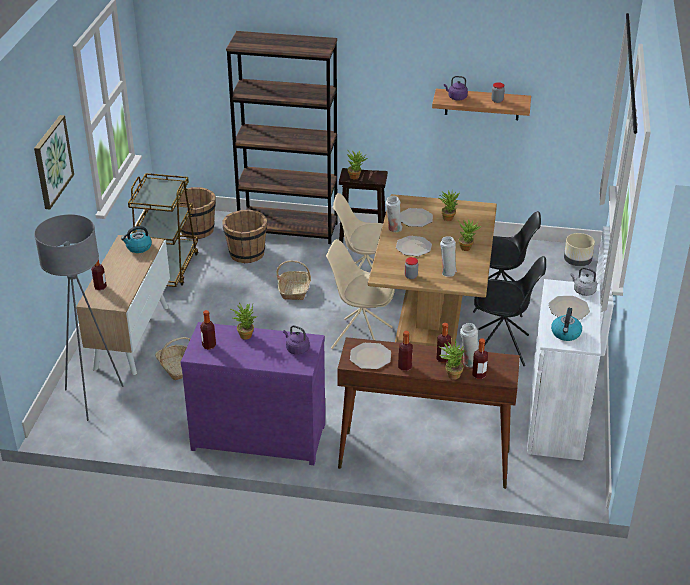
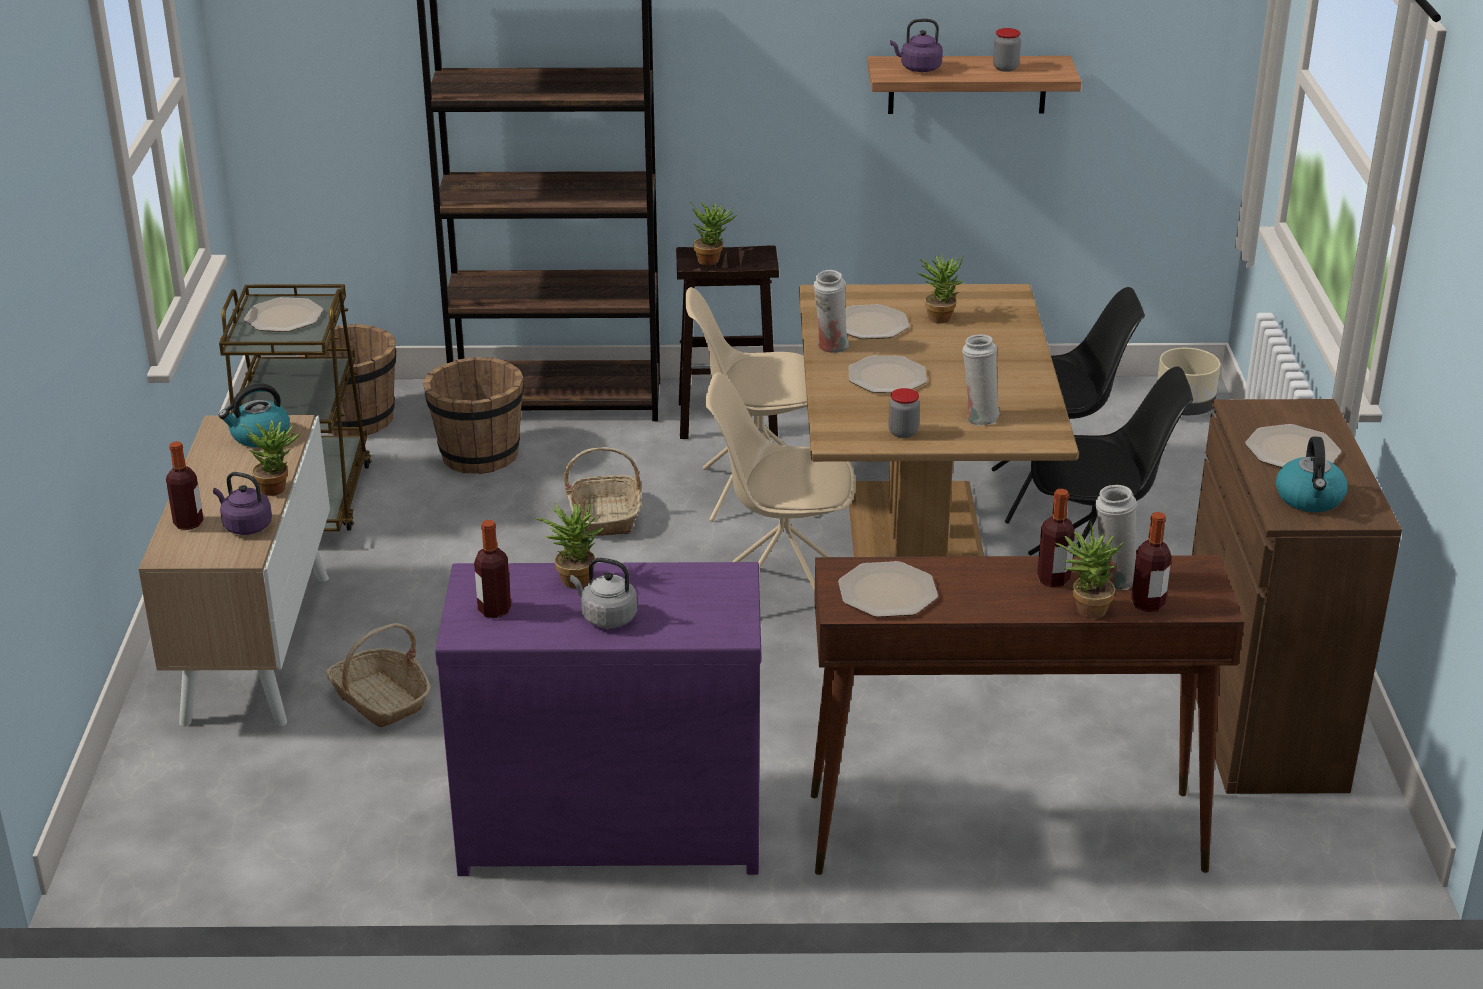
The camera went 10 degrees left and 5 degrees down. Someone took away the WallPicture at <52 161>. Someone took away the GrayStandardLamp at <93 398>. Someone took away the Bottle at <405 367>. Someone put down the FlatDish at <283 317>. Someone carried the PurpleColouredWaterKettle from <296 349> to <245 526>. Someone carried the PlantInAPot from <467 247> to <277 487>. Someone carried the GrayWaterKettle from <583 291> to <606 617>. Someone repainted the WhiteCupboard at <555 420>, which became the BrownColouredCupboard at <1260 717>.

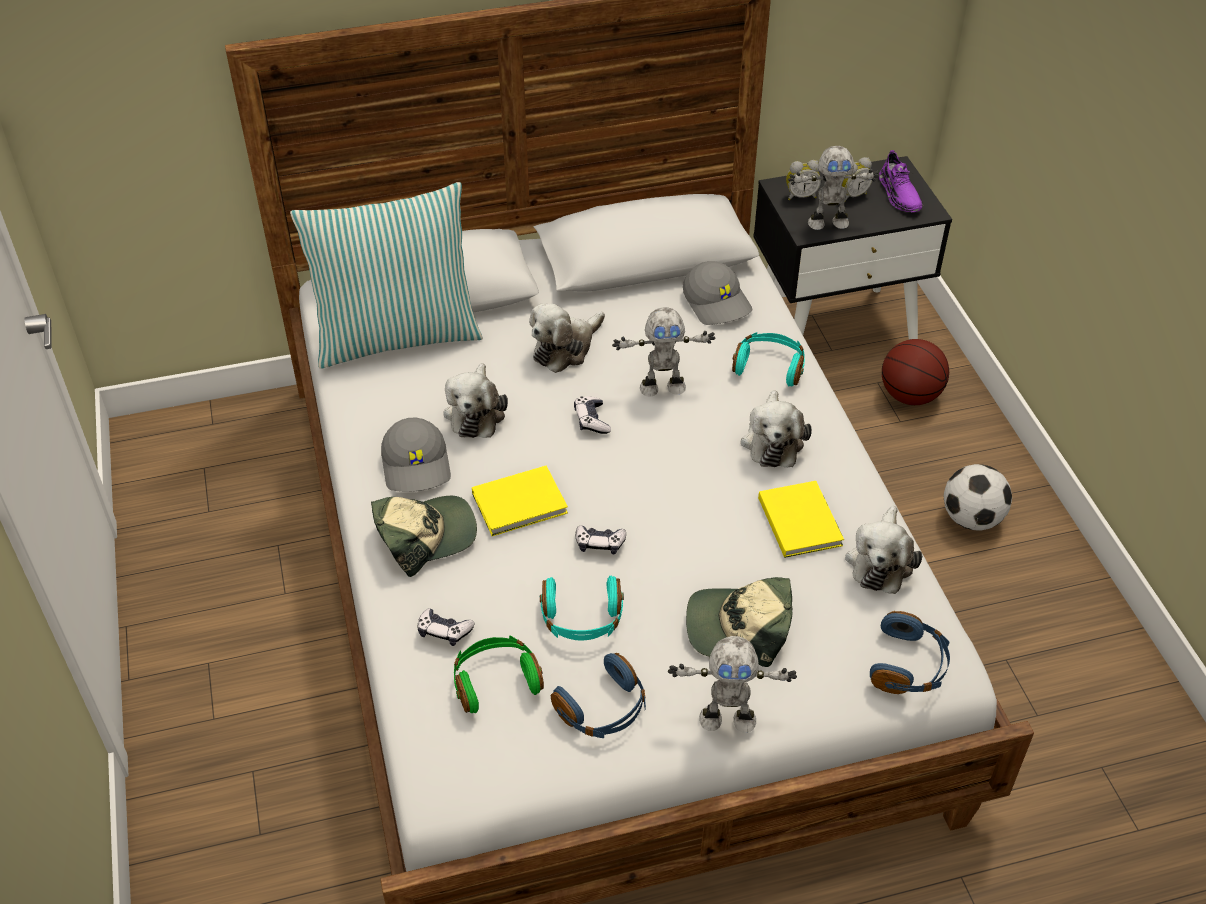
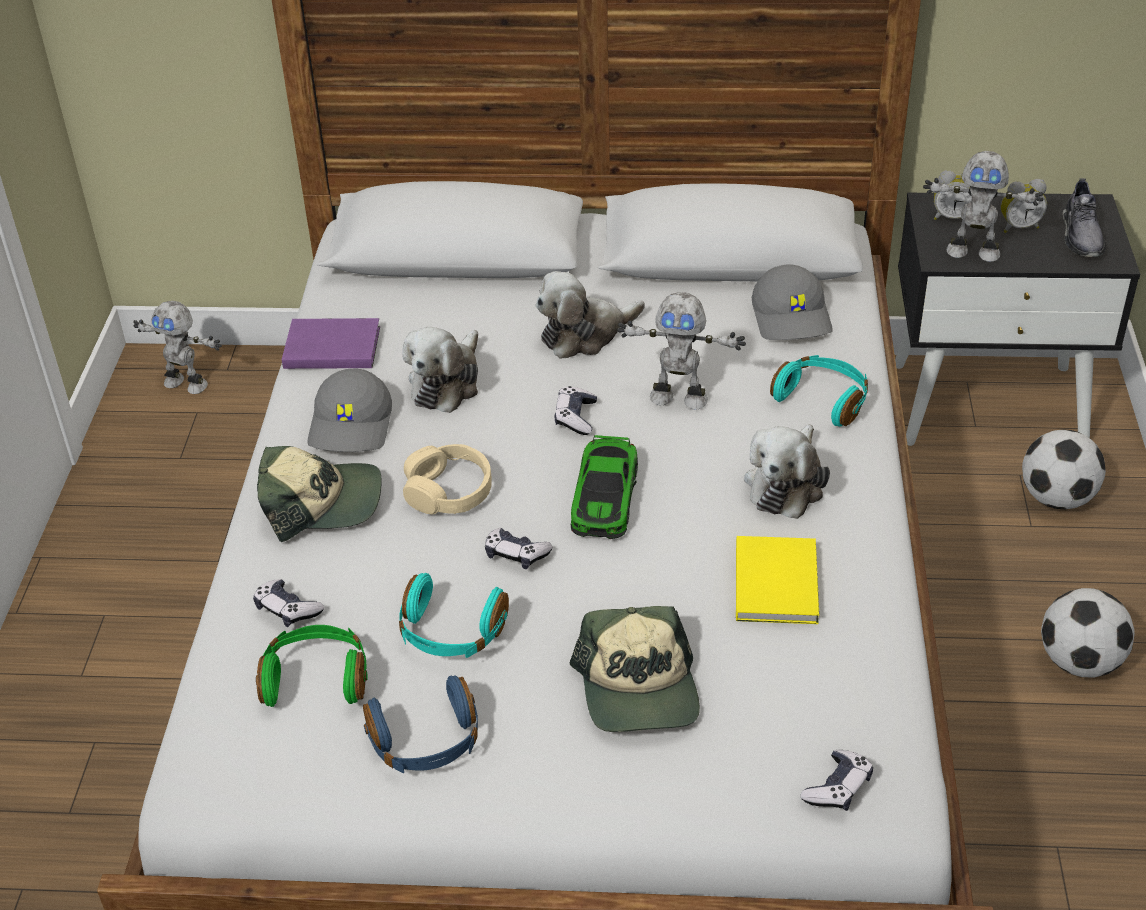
The camera went 20 degrees right and 5 degrees down. Someone took away the ThrowPillow at <397 335>. Someone took away the CuddlyToy at <880 560>. Someone put down the PurpleColouredBook at <330 346>. Someone put down the ToyCar at <605 497>. Someone carried the ModelRobot from <727 718> to <187 383>. Someone swapped the YellowColouredBook at <522 504> for the SandColouredPairOfHeadphones at <448 491>. Someone swapped the BlueColouredPairOfHeadphones at <909 666> for the Gamepad at <837 788>. Someone swapped the Basketball at <910 396> for the FootballBall at <1056 498>. Someone repainted the PurpleColouredLowShoe at <899 194>, which became the GrayLowShoe at <1081 235>. Someone rotated the PeakedCap at <739 627> by 120 degrees counterclockwise.

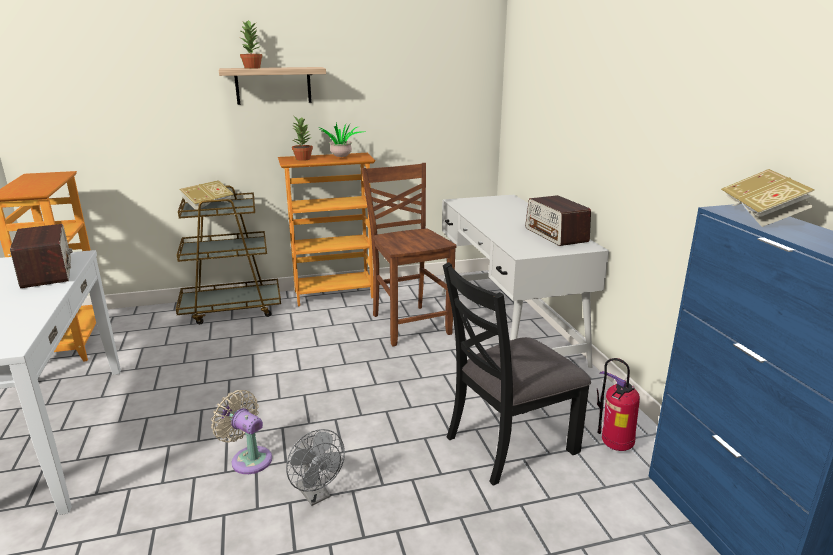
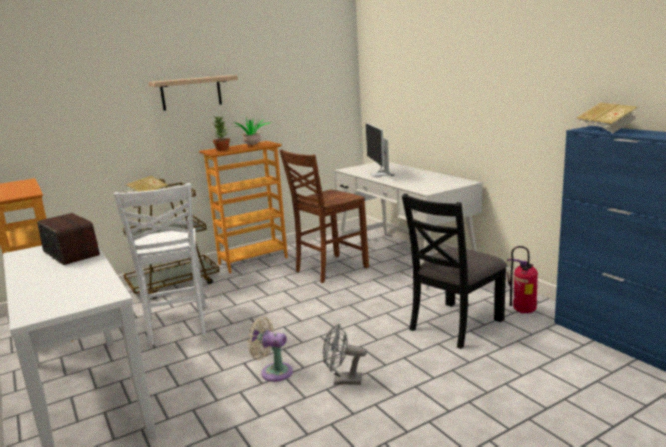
The camera went 15 degrees left and 5 degrees down. Someone took away the PlantInAPot at <253 68>. Someone took away the RadioReceiver at <556 235>. Someone put down the WhitePlainChair at <176 326>. Someone put down the ComputerDisplay at <380 173>. Someone rotated the GrayFan at <316 495> by 150 degrees clockwise. Someone rotated the BrownColouredPlainChair at <409 324> by 90 degrees counterclockwise.

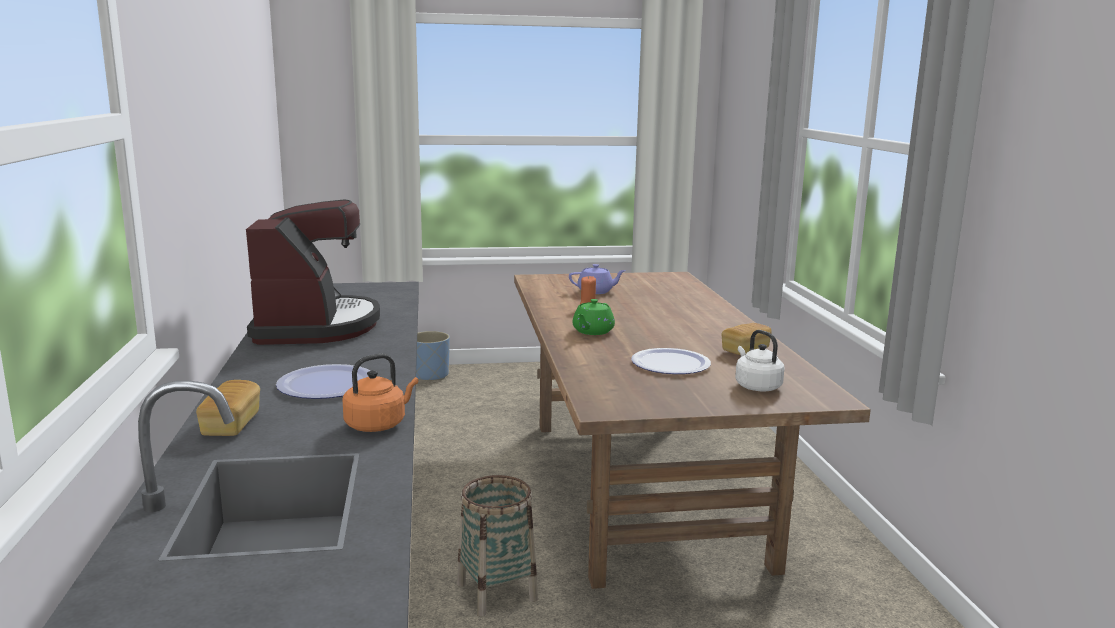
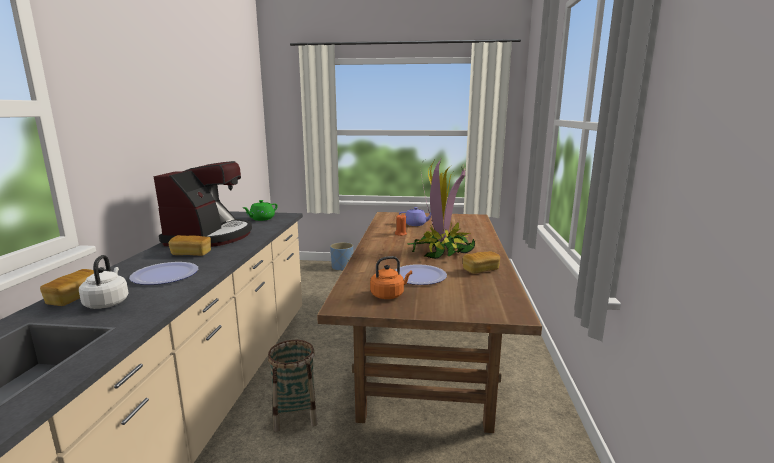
The camera went 15 degrees right and 0 degrees up. Someone put down the BakeryBread at <191 254>. Someone put down the PlantInAPot at <441 251>. Someone carried the OrangeColouredWaterKettle from <378 424> to <389 295>. Someone carried the GreenishPotForTea from <592 331> to <261 219>. Someone carried the WhiteWaterKettle from <756 386> to <107 302>.

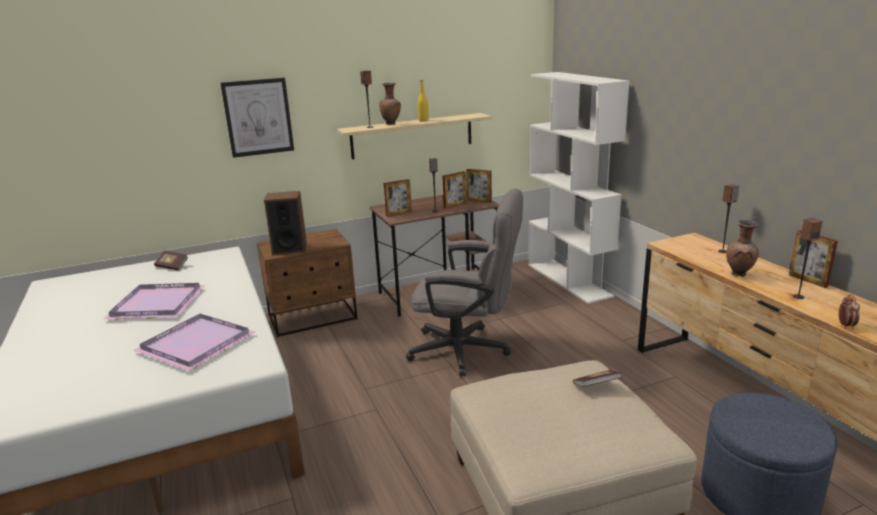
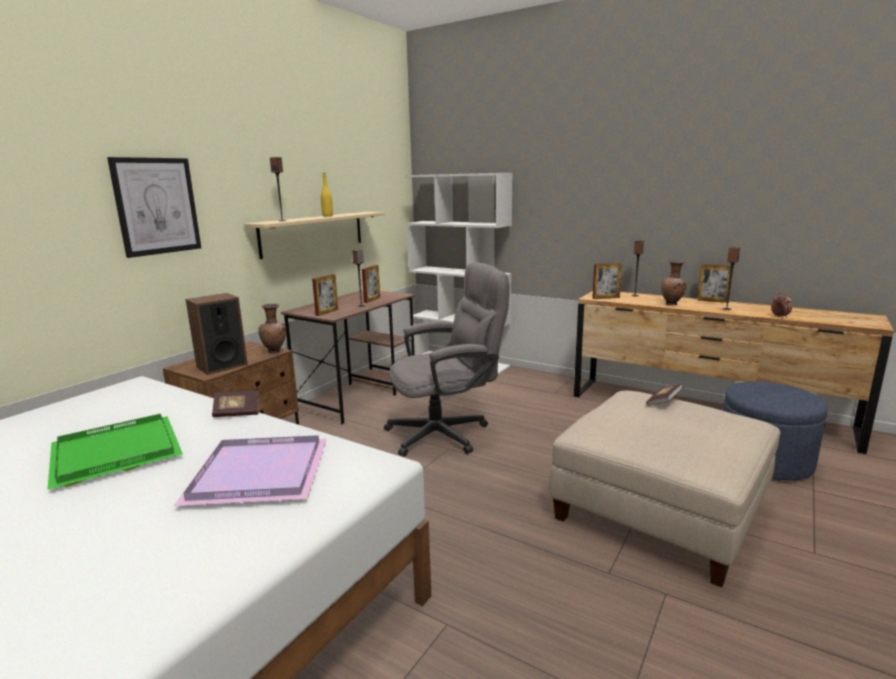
The camera went 35 degrees left and 5 degrees down. Someone carried the Book from <172 266> to <237 413>. Someone carried the BrownColouredFlowerVase from <391 124> to <275 352>. Someone carried the StandingFrame from <479 201> to <606 298>. Someone repainted the PurpleColouredCarryingTray at <159 303>, which became the GreenishCarryingTray at <118 451>.

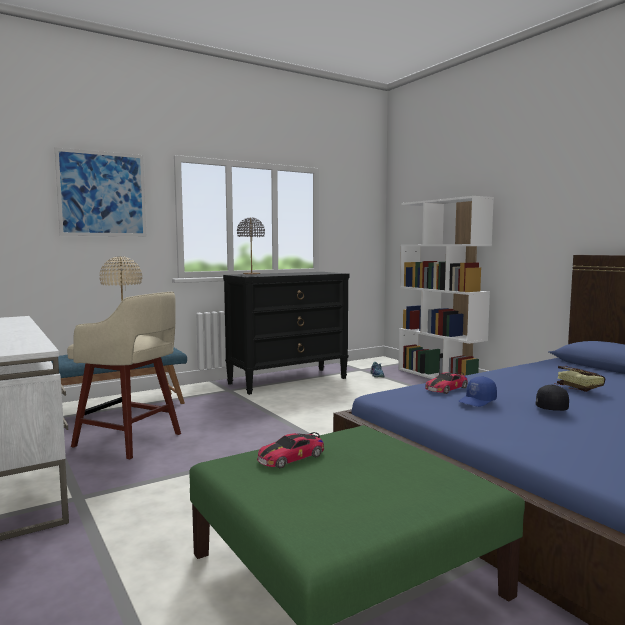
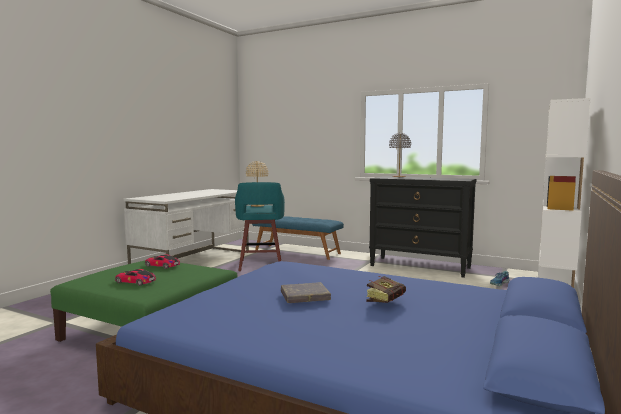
The camera went 60 degrees right and 0 degrees up. Someone took away the WallPicture at <102 194>. Someone took away the BlueColouredPeakedCap at <477 401>. Someone carried the ToyCar from <446 388> to <135 282>. Someone swapped the BlackColouredPeakedCap at <550 407> for the GrayBook at <305 296>. Someone repainted the SandColouredStoolSeat at <130 440>, which became the TurquoiseStoolSeat at <260 265>.

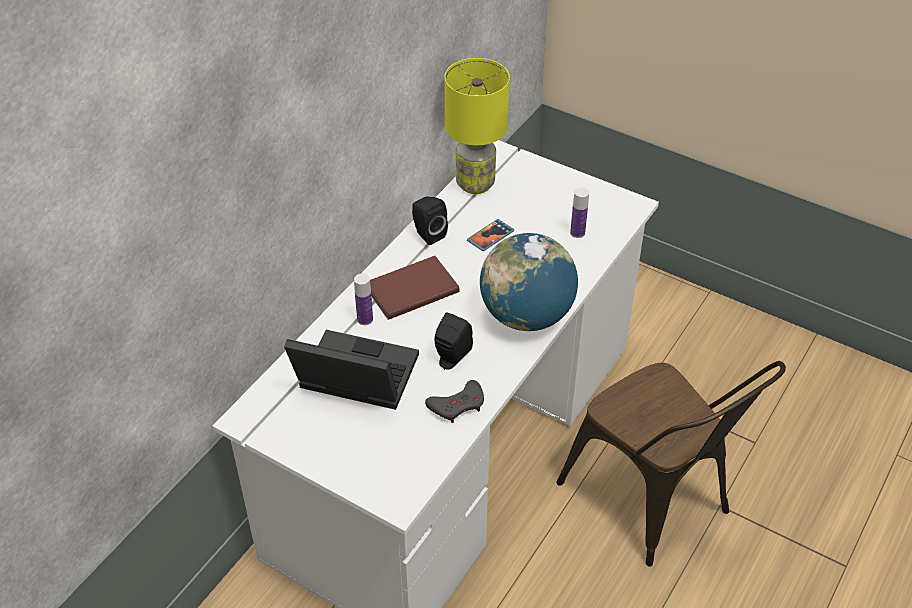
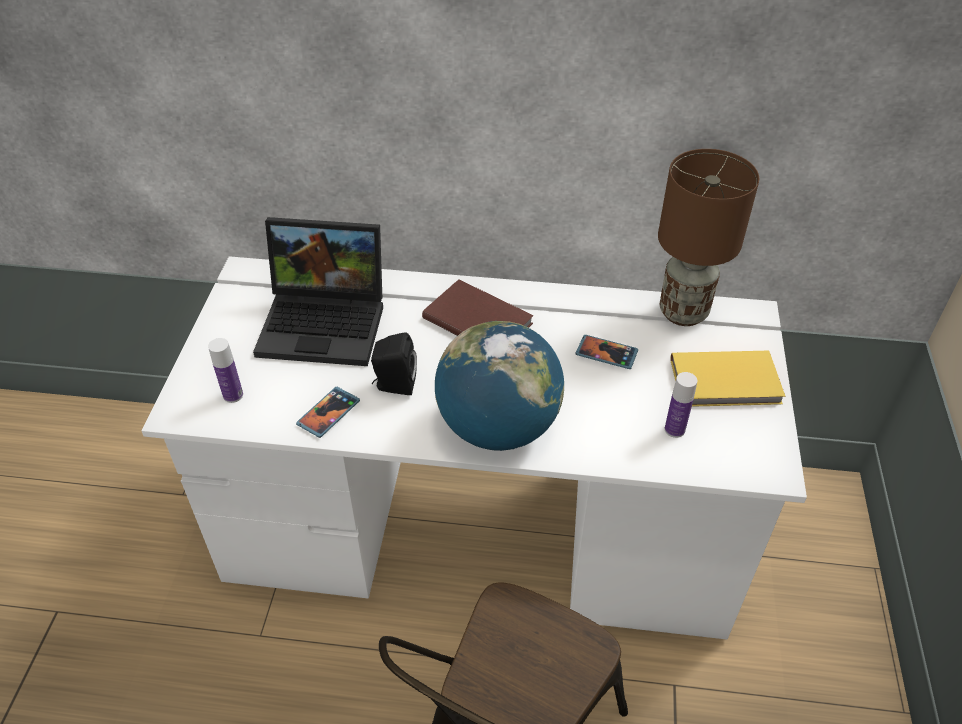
The camera went 65 degrees right and 0 degrees up. Someone took away the BlackColouredLoudspeaker at <427 234>. Someone put down the YellowColouredBook at <727 383>. Someone carried the Bottle from <365 319> to <233 395>. Someone swapped the GrayGamepad at <457 405> for the Telephone at <328 413>. Someone repainted the YellowColouredTabletopLamp at <474 183>, which became the BrownColouredTabletopLamp at <683 311>. Someone rotated the Laptop at <353 379> by 105 degrees clockwise.

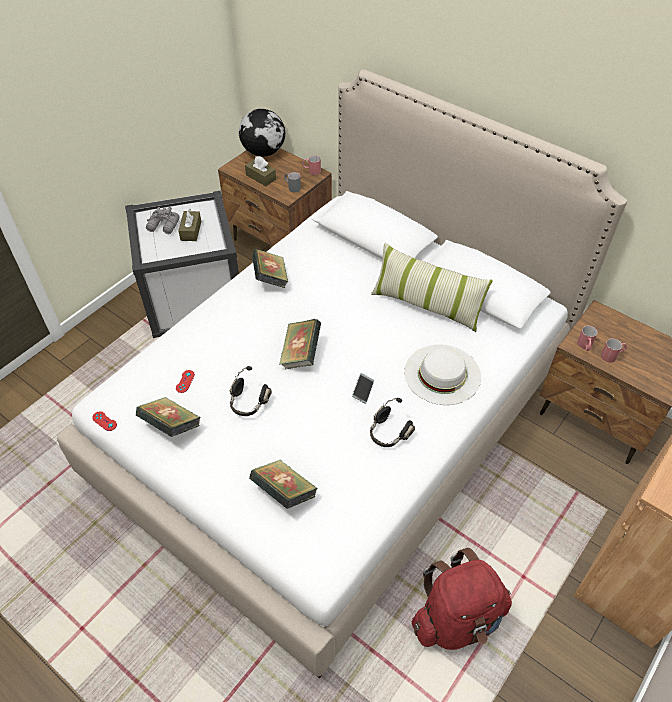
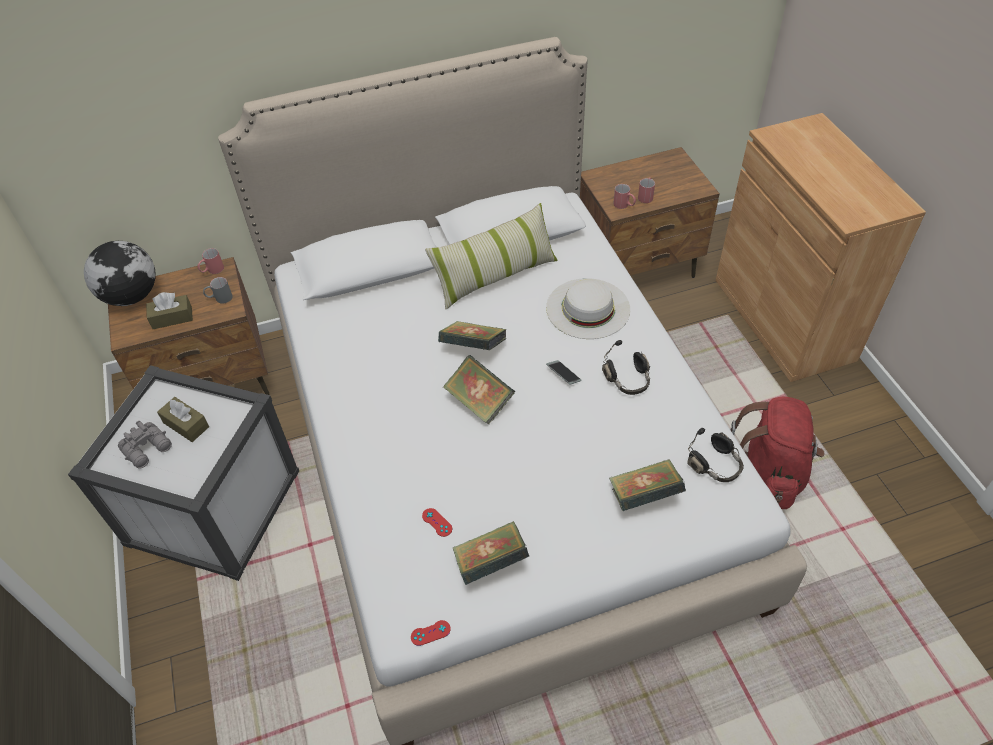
The camera went 55 degrees left and 0 degrees up. Someone carried the BlackColouredPairOfHeadphones from <248 402> to <716 465>. Someone carried the Book from <271 279> to <473 348>.

